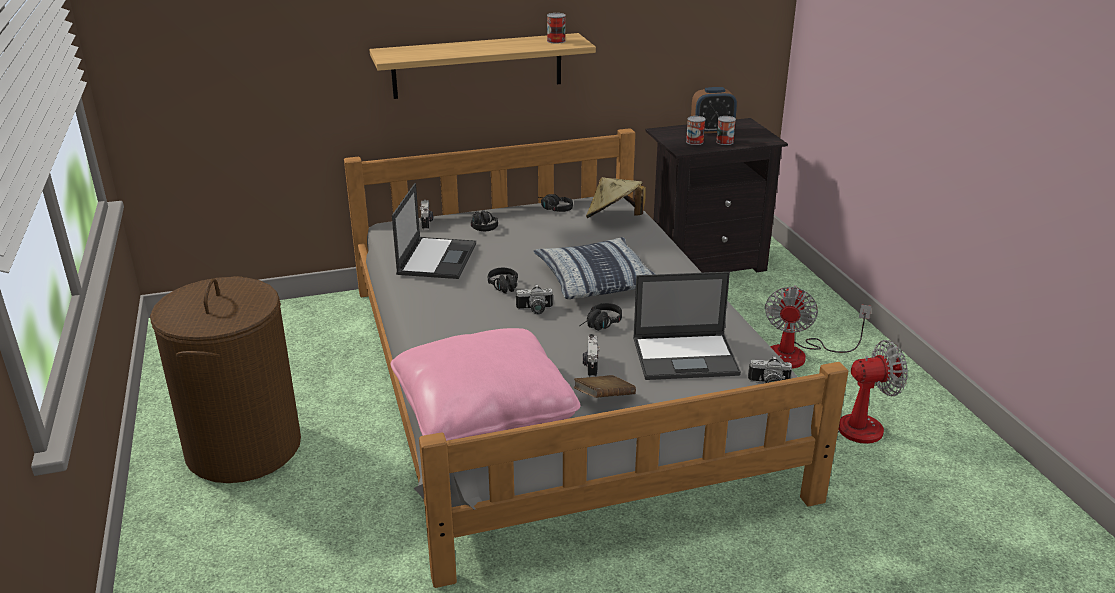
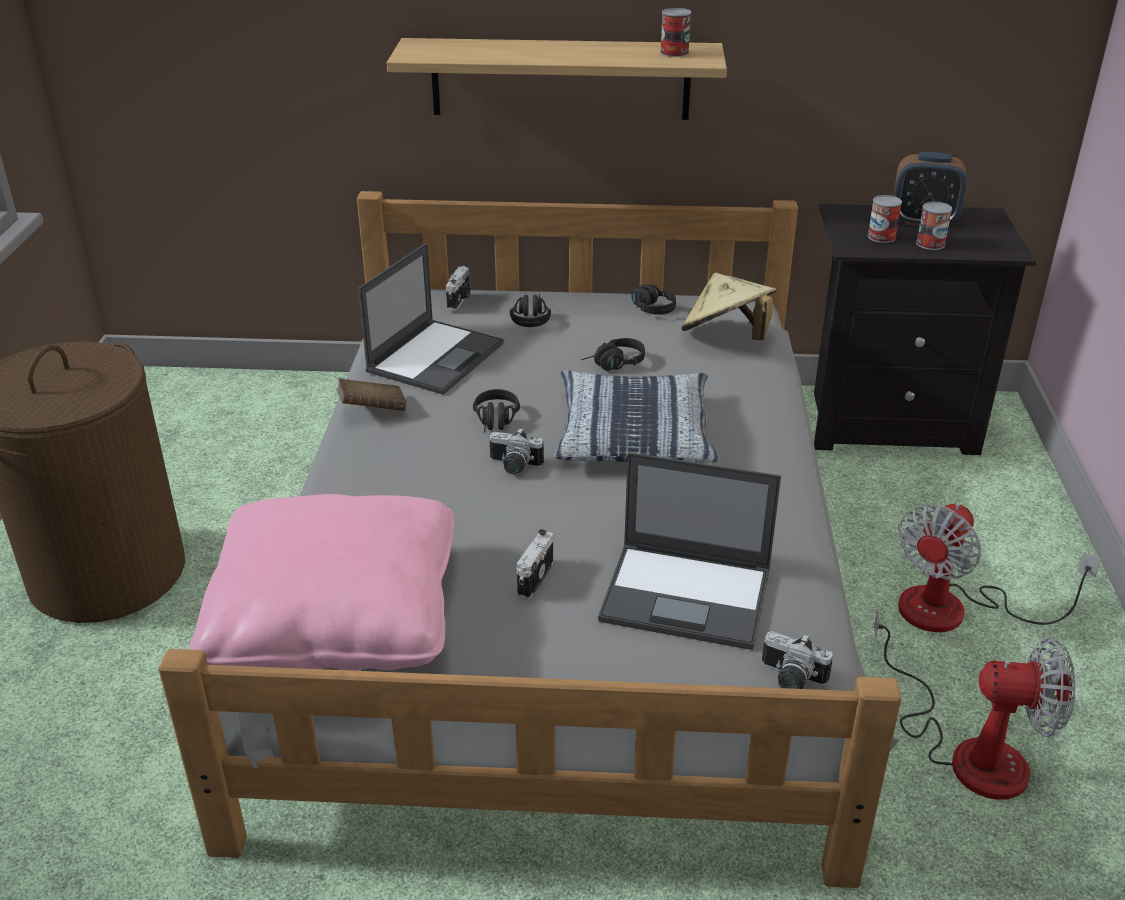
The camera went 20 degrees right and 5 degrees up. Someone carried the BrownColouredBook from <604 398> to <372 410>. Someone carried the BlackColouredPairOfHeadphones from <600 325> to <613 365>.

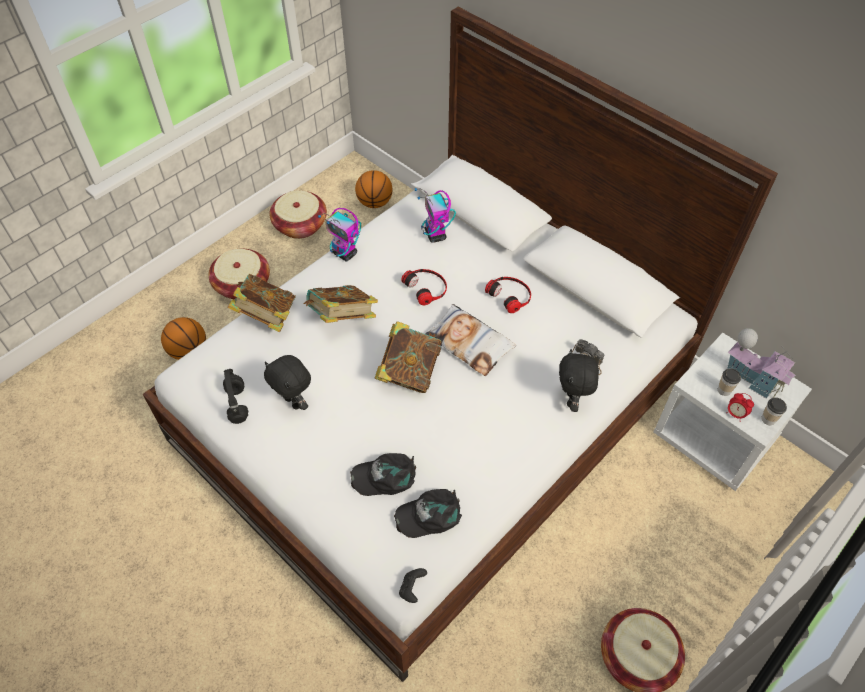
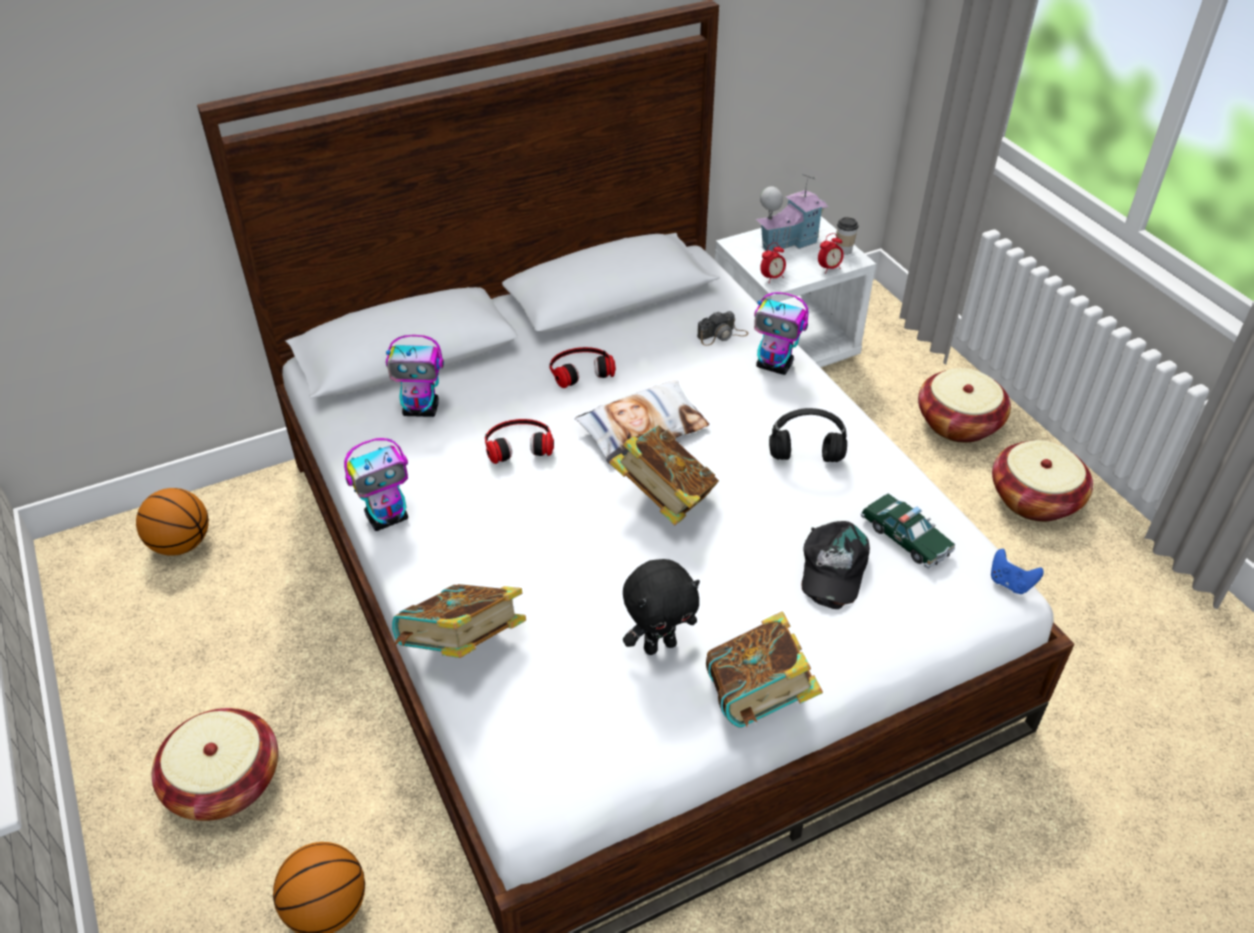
The camera went 70 degrees left and 10 degrees down. Someone took away the Cup at <724 390>. Someone put down the TableClock at <772 278>. Someone carried the BlackColouredPairOfHeadphones from <238 405> to <807 457>. Someone carried the StorageBasket from <300 225> to <958 423>. Someone carried the Book from <342 318> to <758 699>. Someone swapped the BlackColouredPeakedCap at <429 515> for the ToyCar at <905 537>. Someone swapped the BlackColouredCuddlyToy at <572 400> for the ModelRobot at <775 366>. Someone repainted the BlackColouredGamepad at <412 589>, which became the BlueColouredGamepad at <1010 583>.

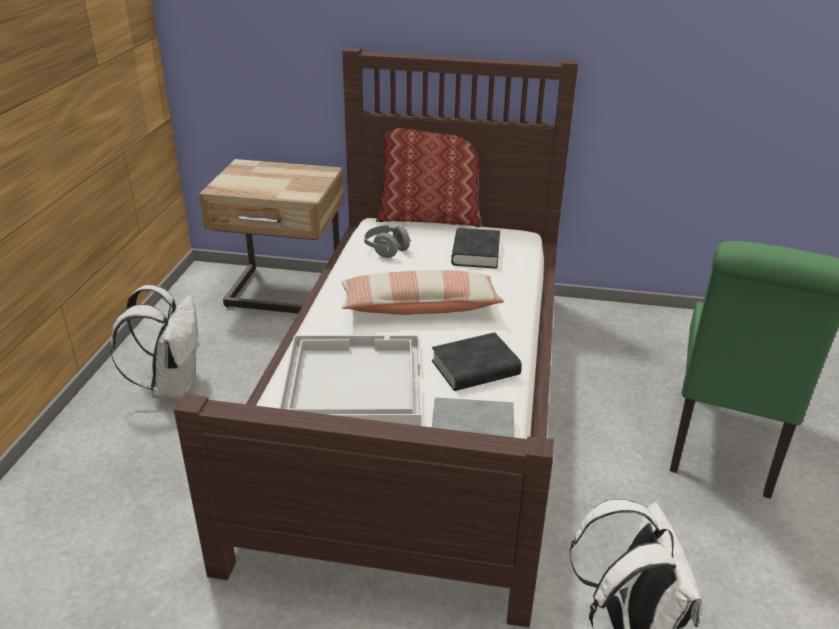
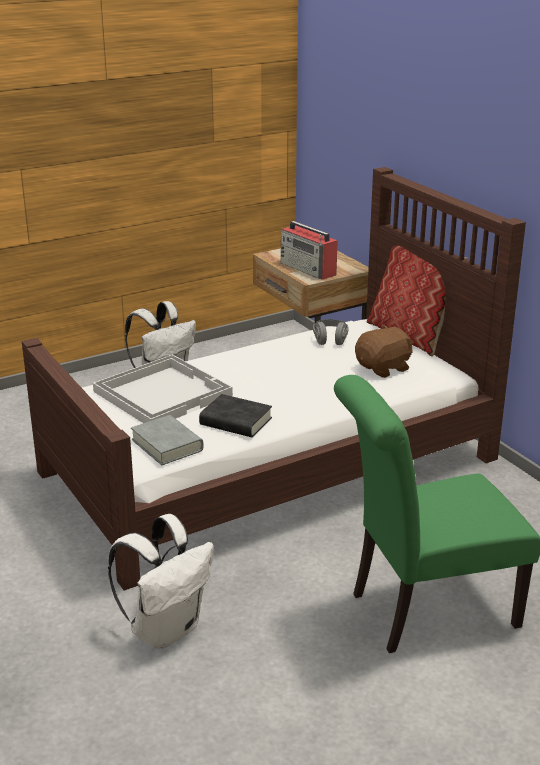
The camera went 50 degrees right and 5 degrees down. Someone took away the ThrowPillow at <419 307>. Someone put down the RadioReceiver at <308 269>. Someone swapped the BlackColouredBook at <475 253> for the BrownColouredCuddlyToy at <384 368>.

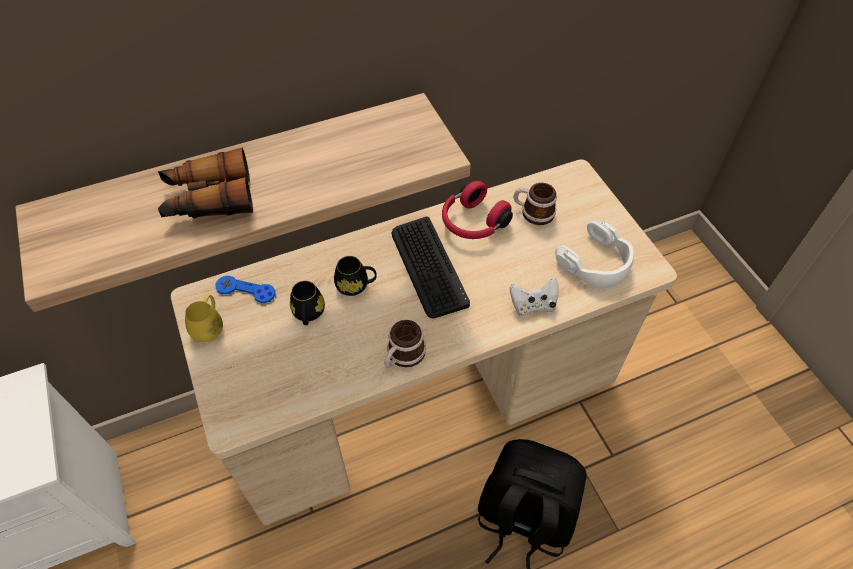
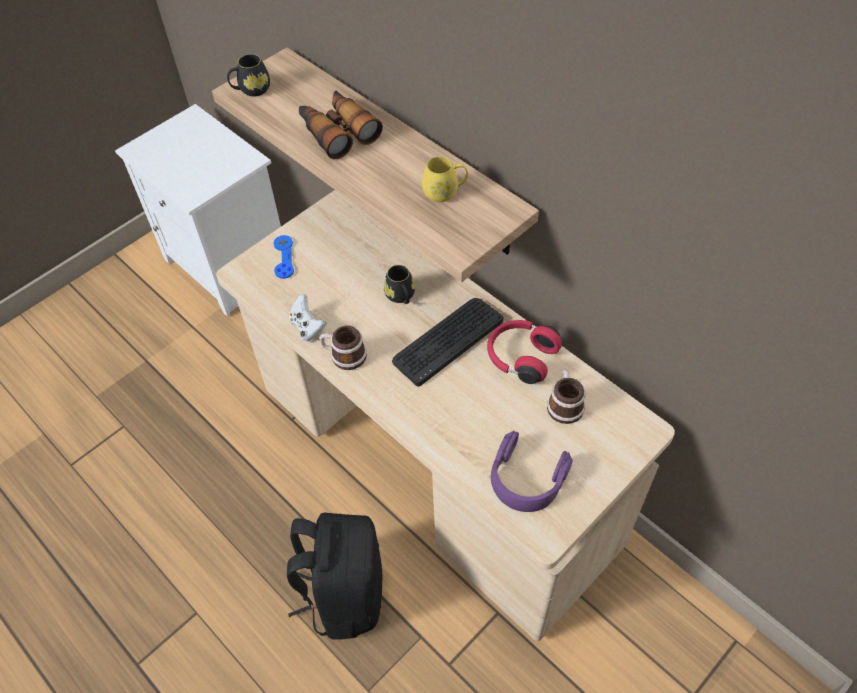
The camera went 70 degrees right and 0 degrees up. Someone carried the YellowColouredCoffeeMug from <209 326> to <445 192>. Someone carried the BlueColouredGamepad from <245 290> to <284 257>. Someone carried the BlackColouredCoffeeMug from <308 314> to <251 90>. Someone carried the WhiteGamepad from <533 305> to <307 327>. Someone repainted the WhitePairOfHeadphones at <596 262>, which became the PurpleColouredPairOfHeadphones at <526 479>.

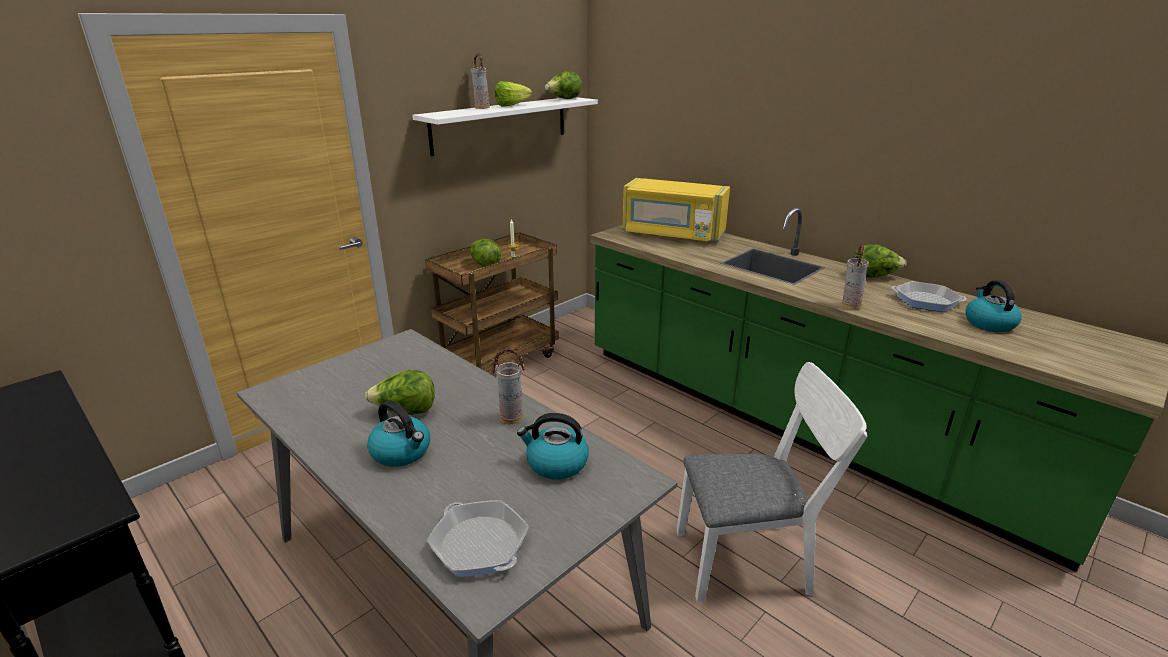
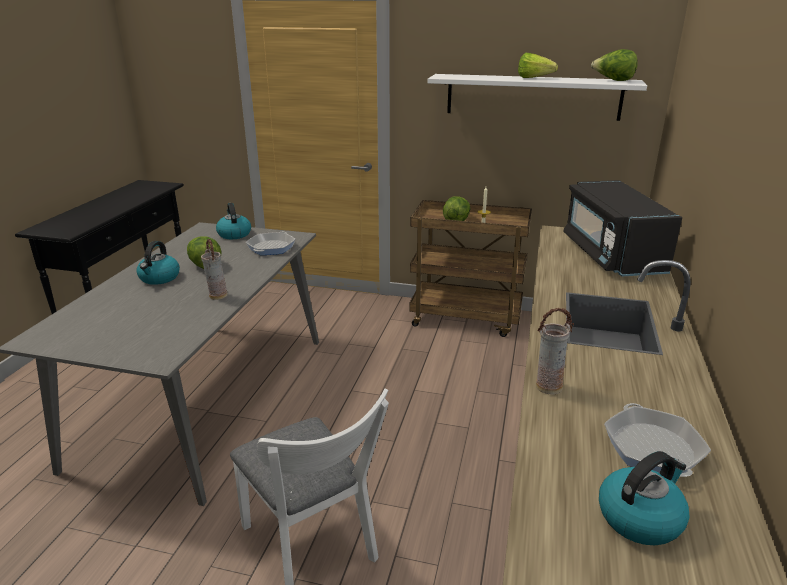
The camera went 60 degrees right and 0 degrees up. Someone took away the FlowerVase at <481 108>. Someone took away the LettuceHead at <874 276>. Someone carried the Skillet from <479 545> to <271 247>. Someone carried the WaterKettle from <556 464> to <234 234>. Someone repainted the YellowColouredKitchenMicrowave at <672 234>, which became the BlackColouredKitchenMicrowave at <611 255>.

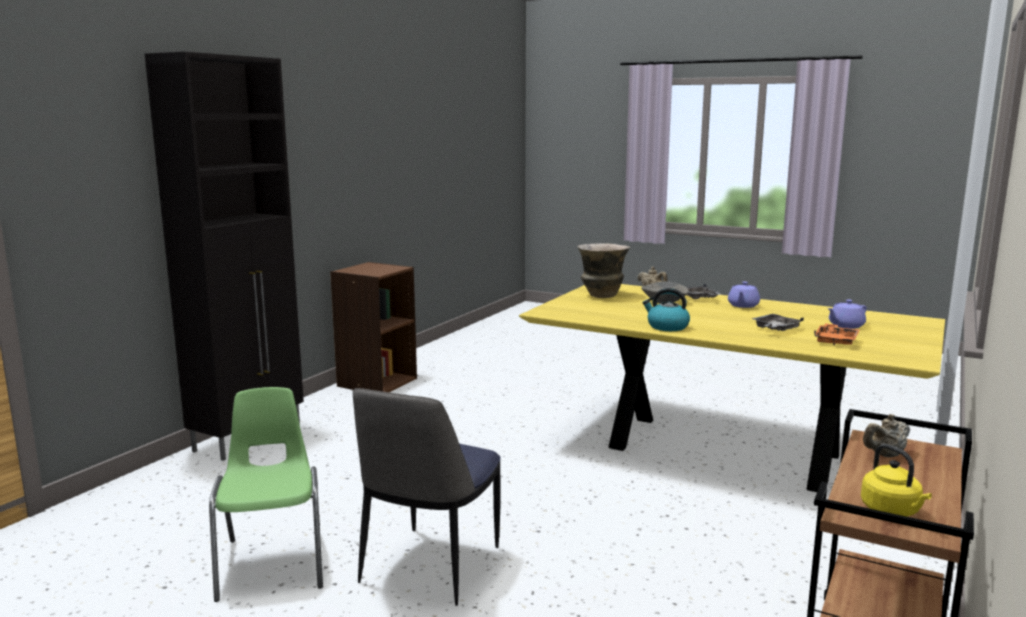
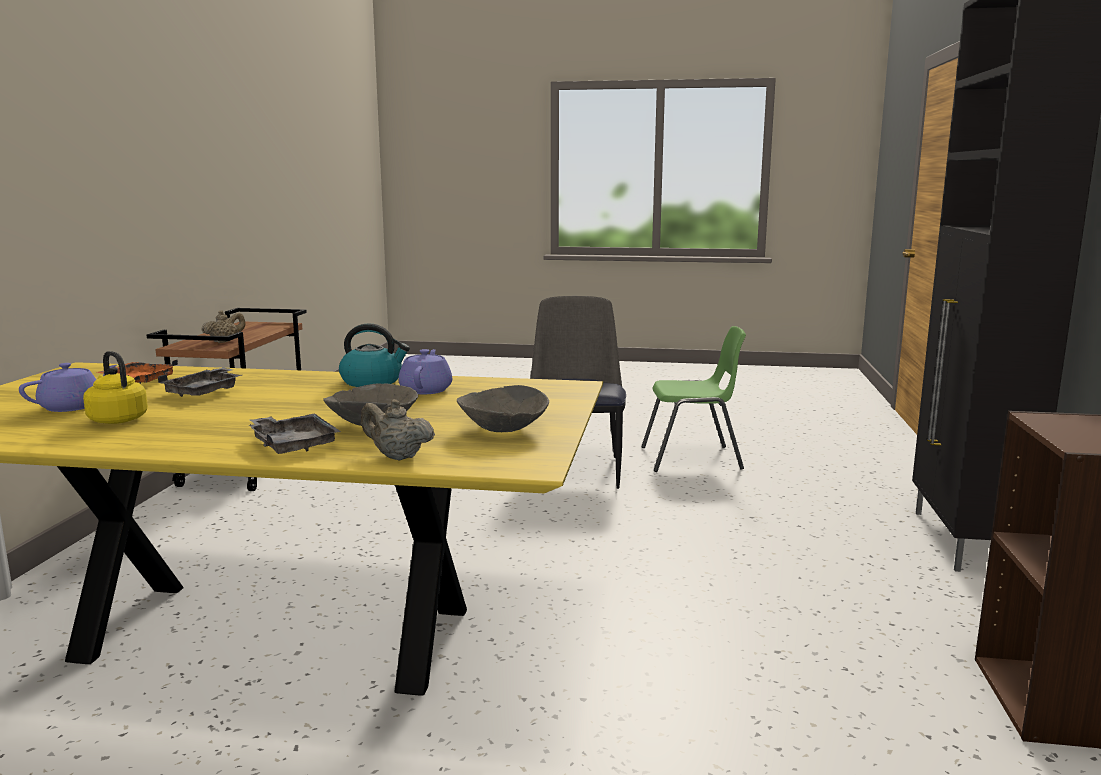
The camera went 160 degrees right and 0 degrees up. Someone carried the PurpleColouredPotForTea from <743 306> to <426 390>. Someone carried the YellowColouredWaterKettle from <892 511> to <116 419>. Someone swapped the FlowerVase at <601 296> for the GrayServingBowl at <504 429>. Someone rotated the GreenishPlainChair at <273 562> by 60 degrees counterclockwise.

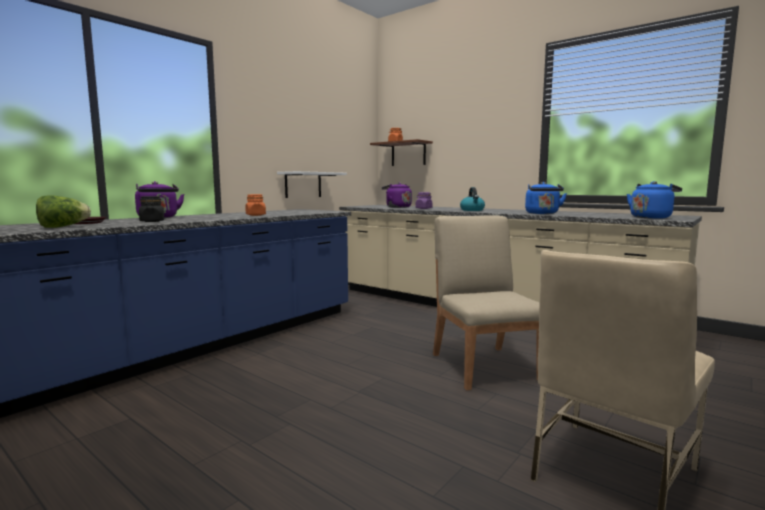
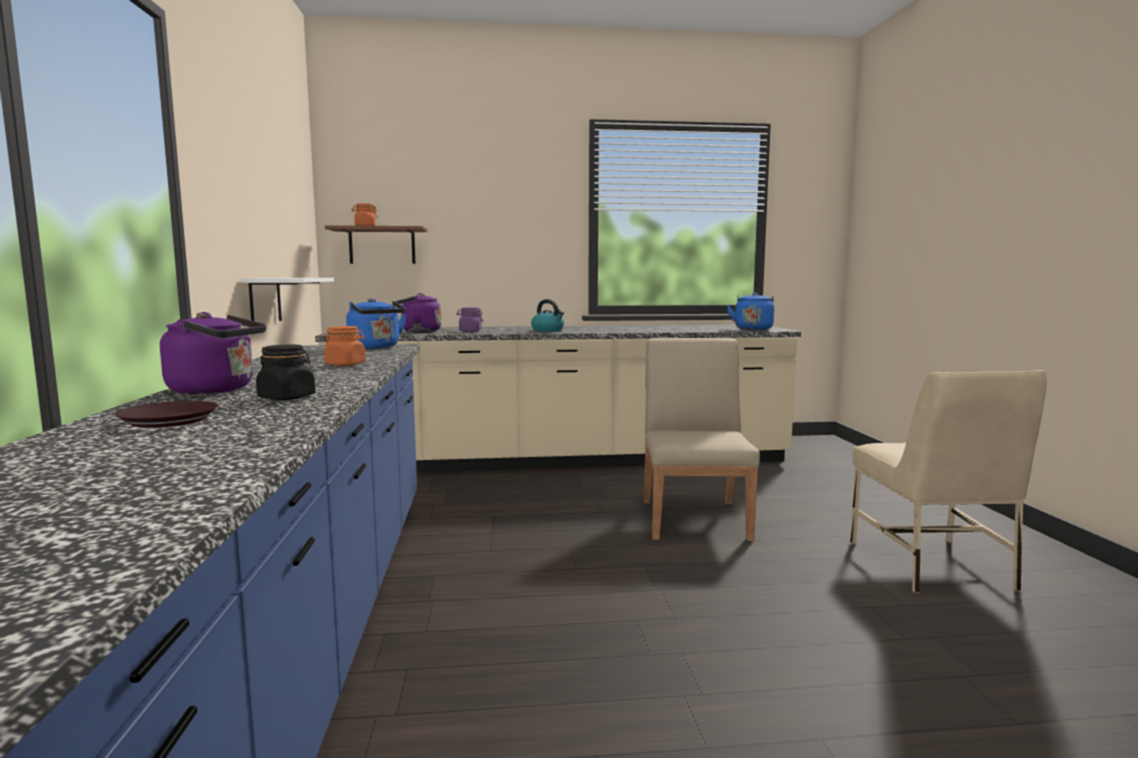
The camera went 45 degrees left and 0 degrees up. Someone took away the LettuceHead at <63 227>. Someone carried the BlueColouredWaterKettle from <542 213> to <376 347>. Someone rotated the SandColouredPlainChair at <484 366> by 60 degrees clockwise.

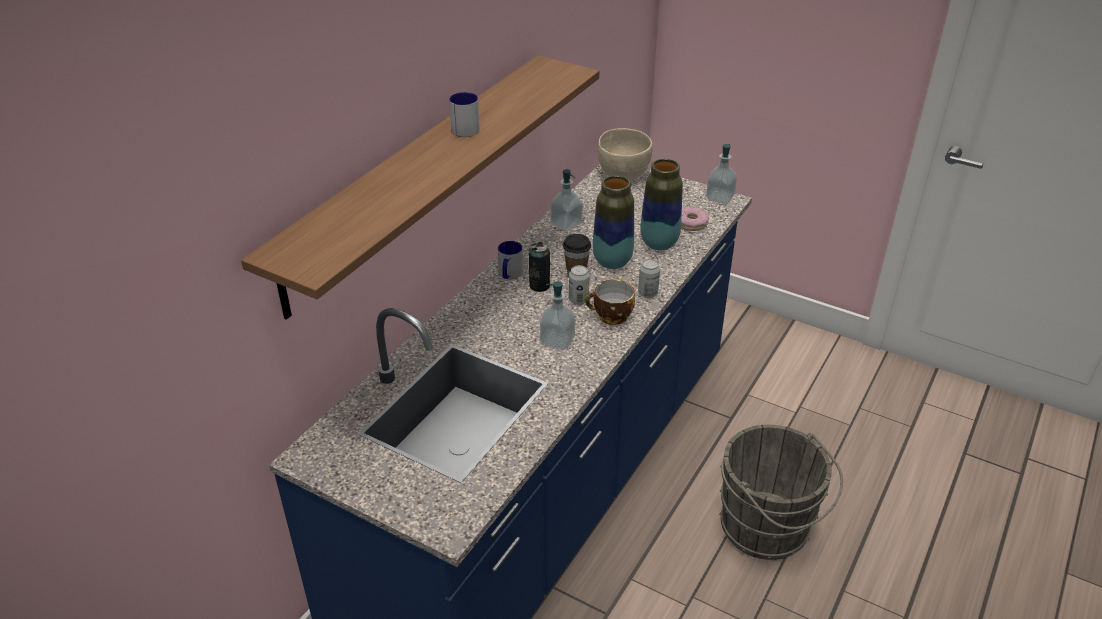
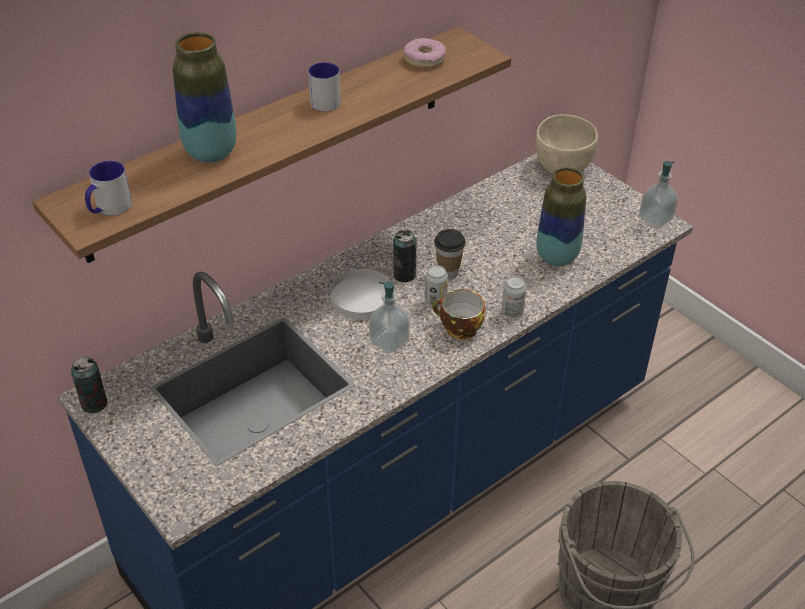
The camera went 20 degrees right and 5 degrees up. Someone took away the SoapDispenser at <566 224>. Someone put down the Can at <94 404>. Someone put down the WhiteFlatDish at <361 297>. Someone carried the CoffeeMug from <509 275> to <109 208>. Someone carried the FlowerVase from <612 262> to <211 153>. Someone carried the RingDoughnut from <691 223> to <424 59>.

